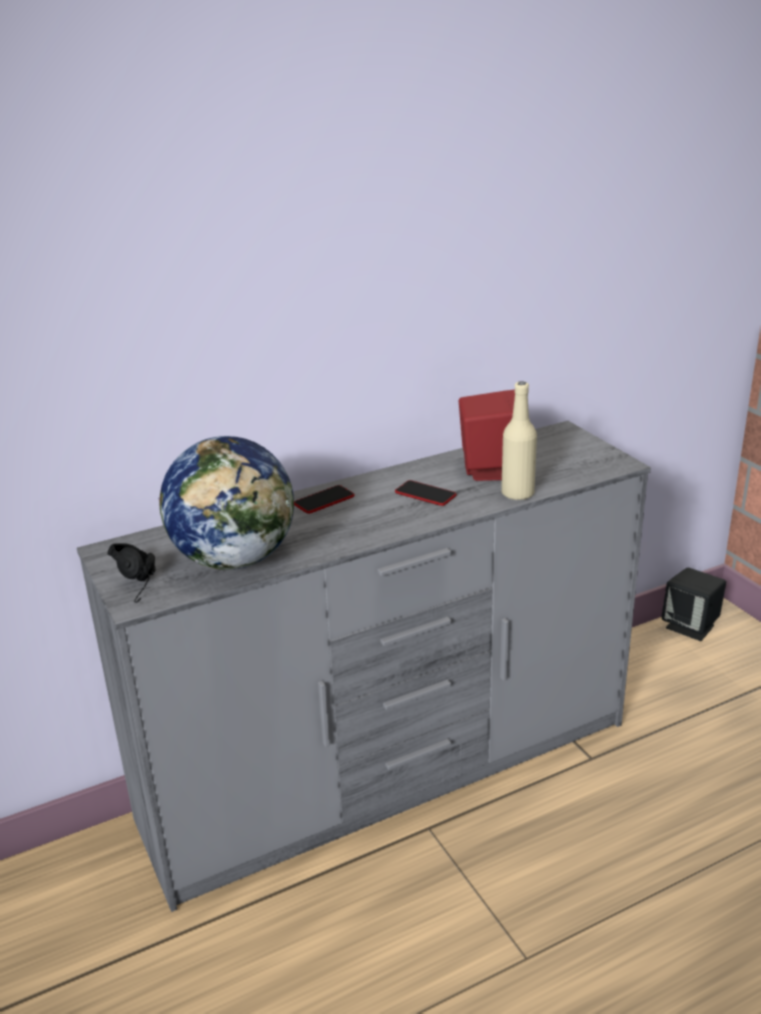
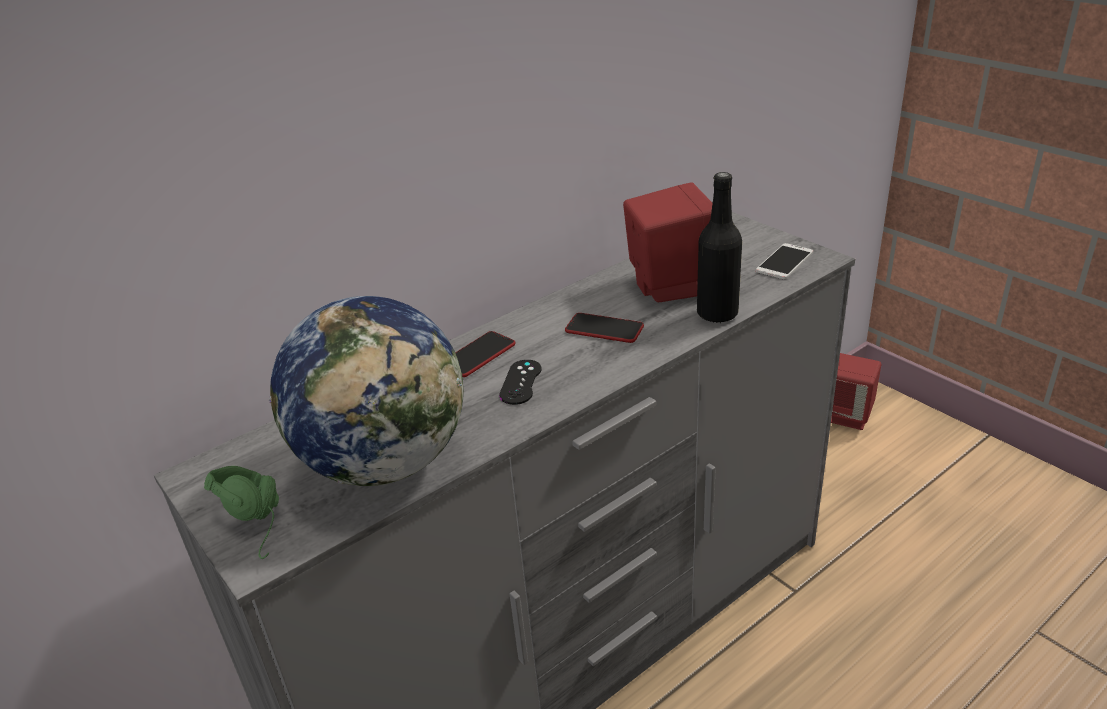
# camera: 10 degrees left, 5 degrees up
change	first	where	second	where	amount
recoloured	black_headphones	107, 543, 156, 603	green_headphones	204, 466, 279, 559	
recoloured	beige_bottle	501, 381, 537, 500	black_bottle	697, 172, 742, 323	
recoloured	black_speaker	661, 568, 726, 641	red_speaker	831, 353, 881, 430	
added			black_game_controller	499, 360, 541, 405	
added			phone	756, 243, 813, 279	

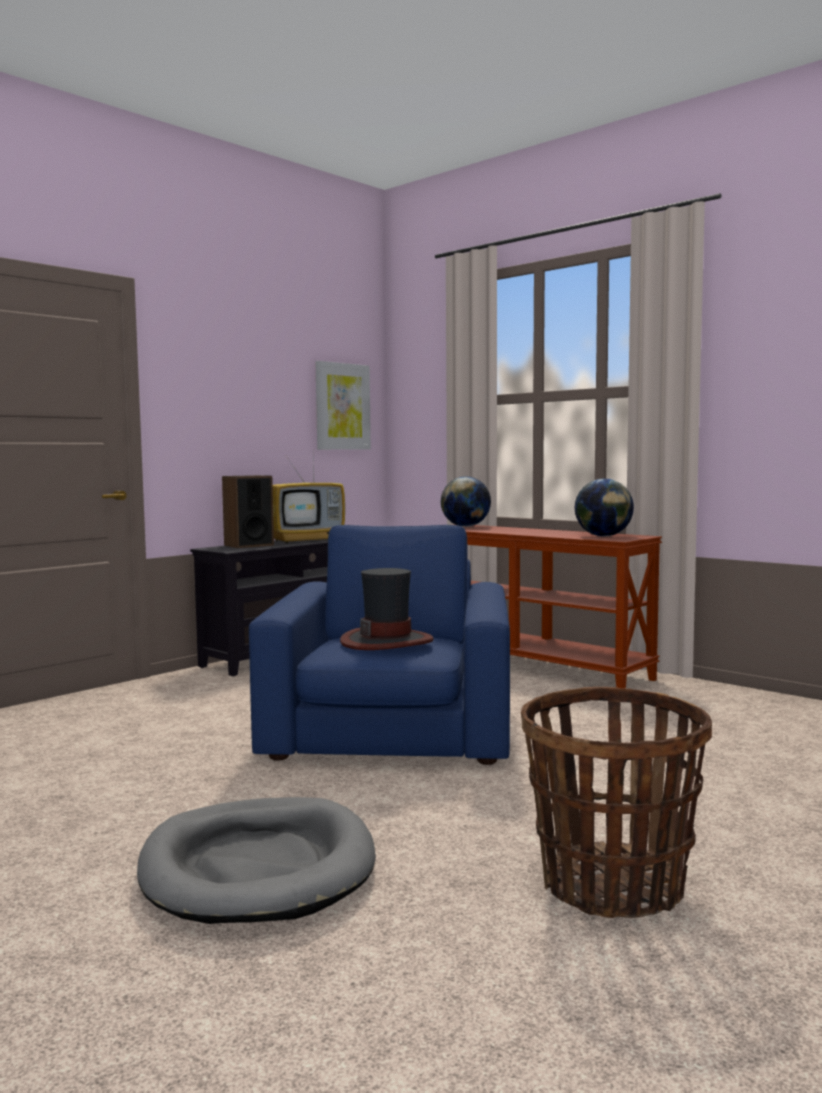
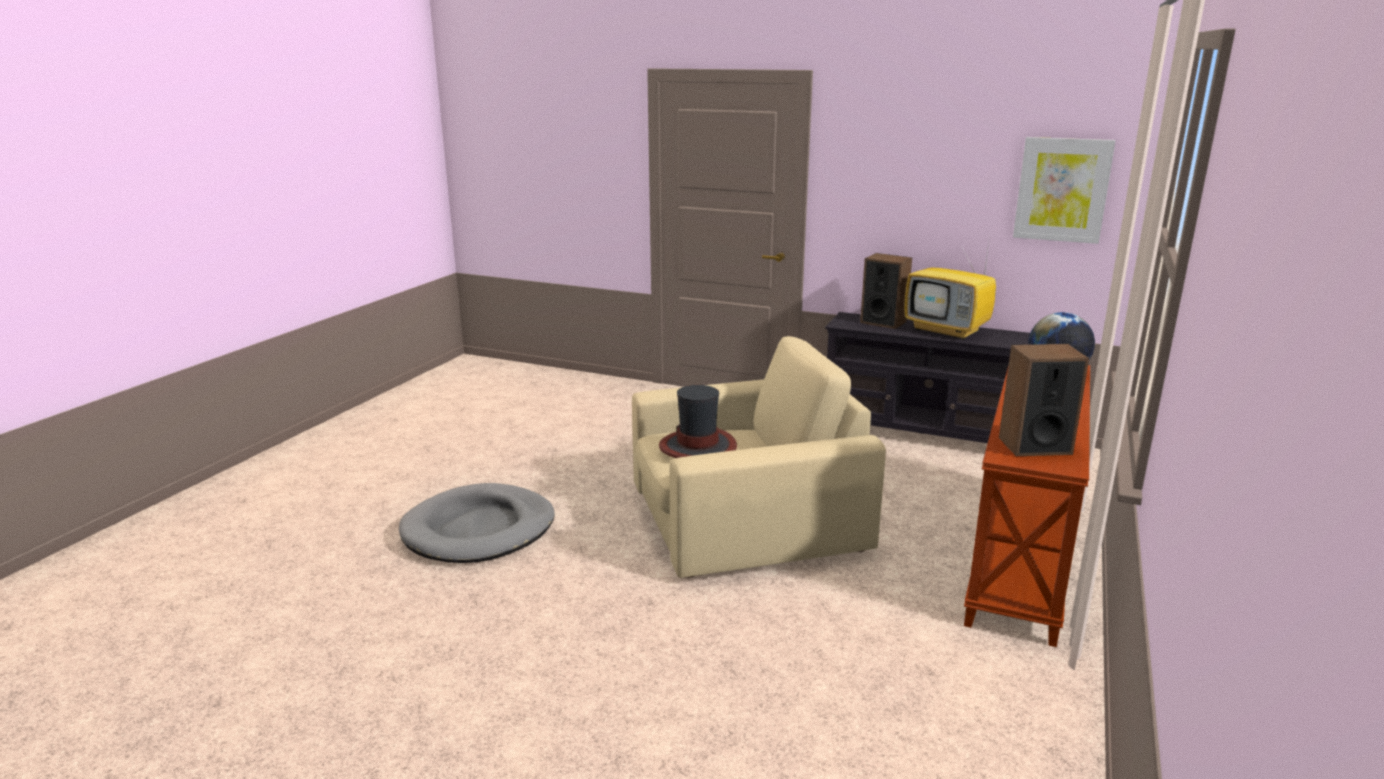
# camera: 70 degrees right, 15 degrees up
change	first	where	second	where	amount
recoloured	blue_armchair	249, 525, 510, 765	beige_armchair	632, 336, 886, 578	
removed	basket	521, 687, 712, 918			
replaced	globe	574, 478, 634, 536	speaker	999, 344, 1089, 456	

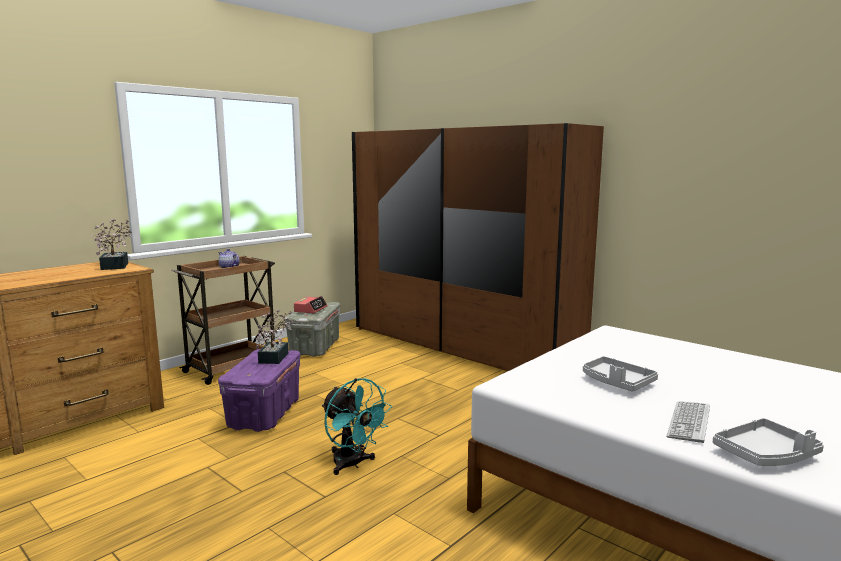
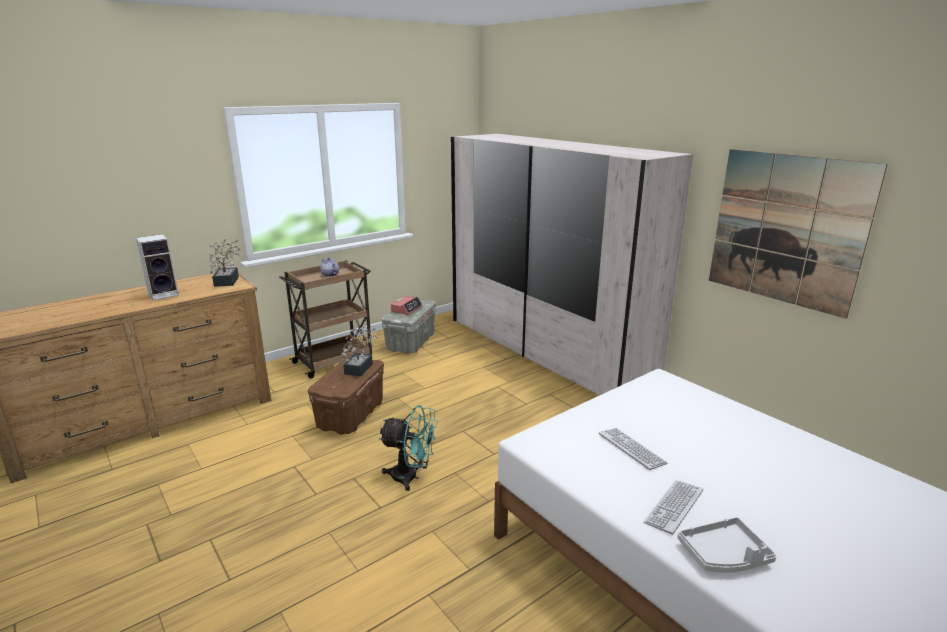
# camera: 10 degrees right, 10 degrees up
change	first	where	second	where	amount
recoloured	purple_storage_box	218, 349, 301, 432	brown_storage_box	308, 356, 384, 435	
turned	turquoise_fan	322, 378, 392, 475		379, 405, 438, 491	45 degrees counterclockwise
recoloured	brown_wardrobe	352, 123, 604, 371	white_wardrobe	451, 134, 693, 395	
replaced	grey_tray	583, 356, 658, 392	keyboard	599, 428, 668, 470	
added			speaker	136, 234, 179, 301	
added			picture	709, 149, 888, 319	

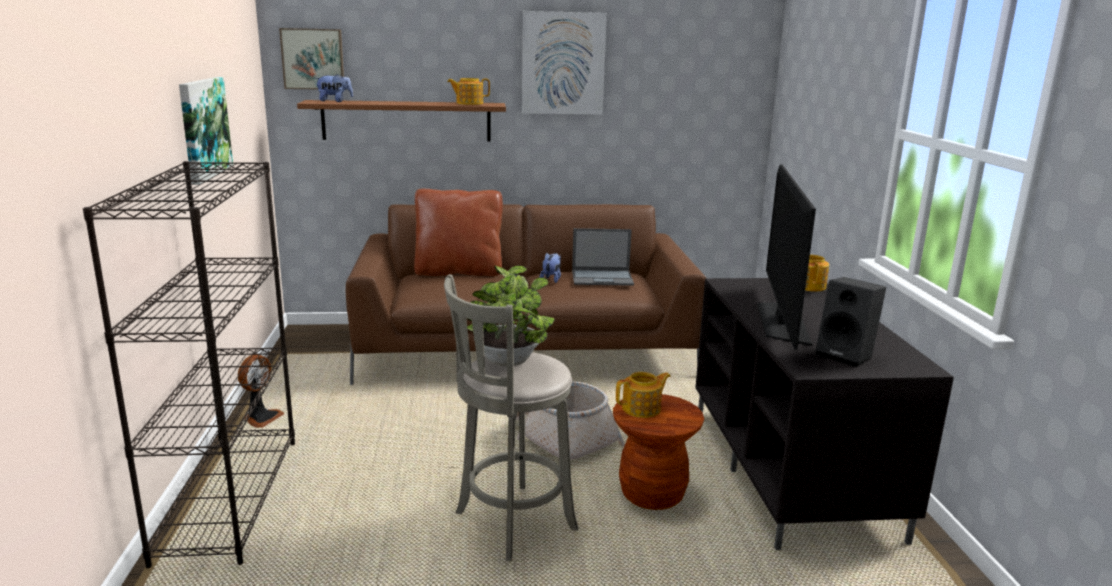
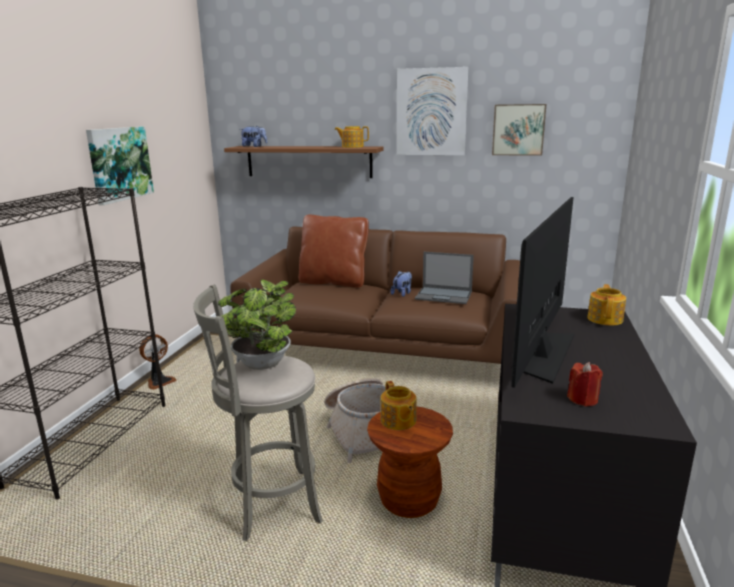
# camera: 20 degrees right, 0 degrees up
change	first	where	second	where	amount
moved	picture	279, 28, 344, 90		492, 104, 546, 156	
turned	teapot	616, 372, 671, 418		381, 381, 417, 430	75 degrees clockwise
replaced	black_speaker	816, 277, 886, 367	red_candle	567, 362, 603, 406	

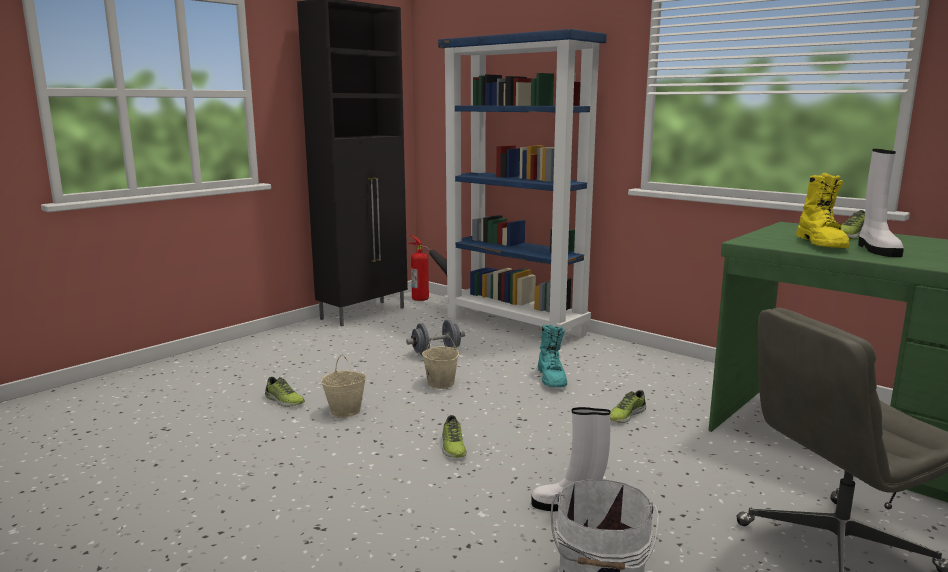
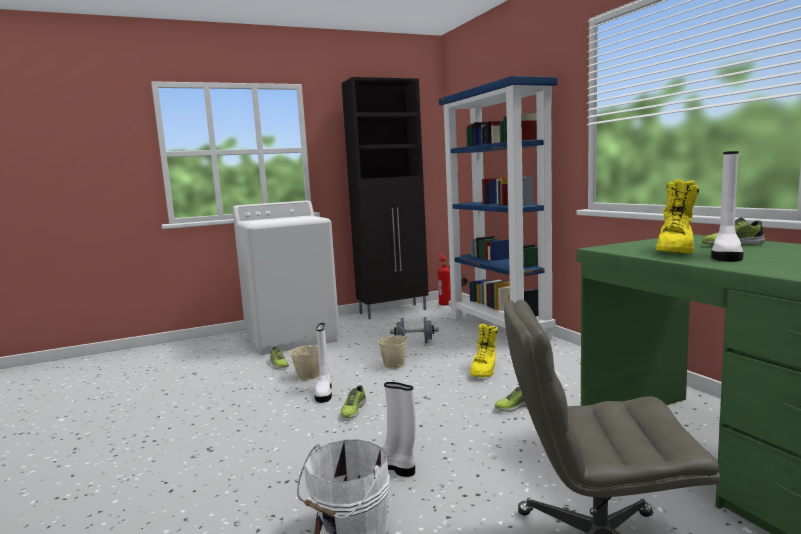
# camera: 25 degrees right, 5 degrees down
change	first	where	second	where	amount
recoloured	turquoise_boot	538, 325, 567, 387	yellow_boot	470, 324, 498, 377	
added			white_washing_machine	232, 200, 340, 355	
added			white_boot	314, 323, 332, 403	

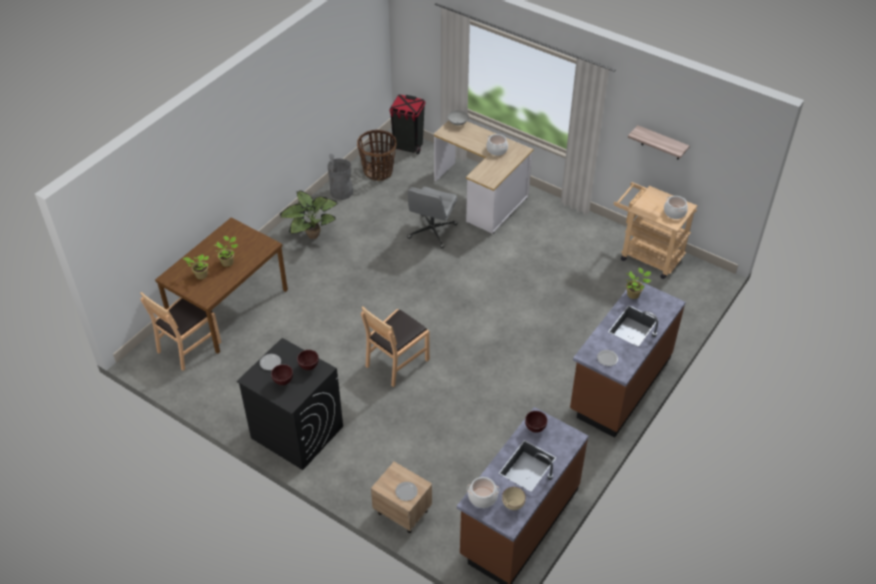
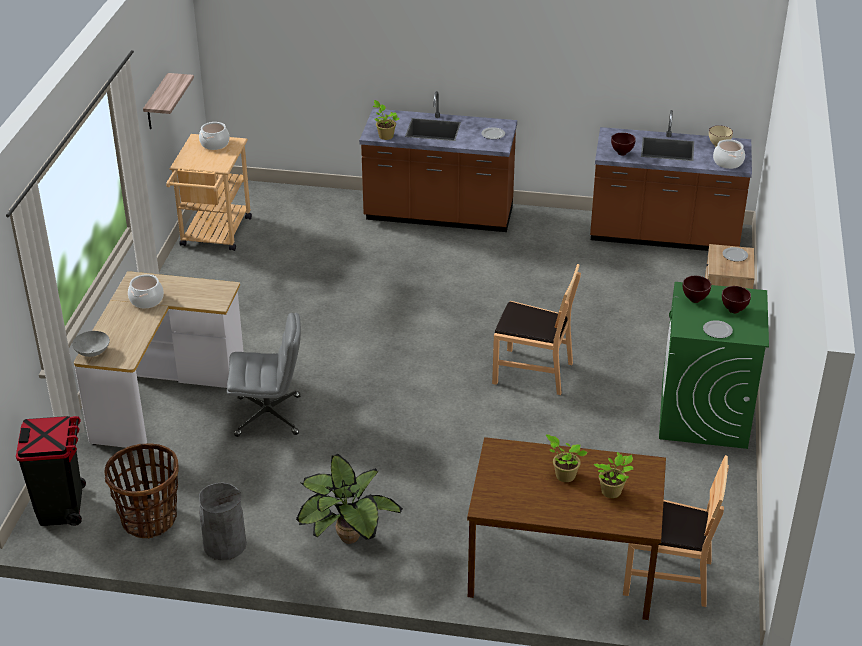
# camera: 115 degrees left, 10 degrees down
change	first	where	second	where	amount
recoloured	black_washing_machine	237, 338, 343, 470	green_washing_machine	659, 282, 769, 449	

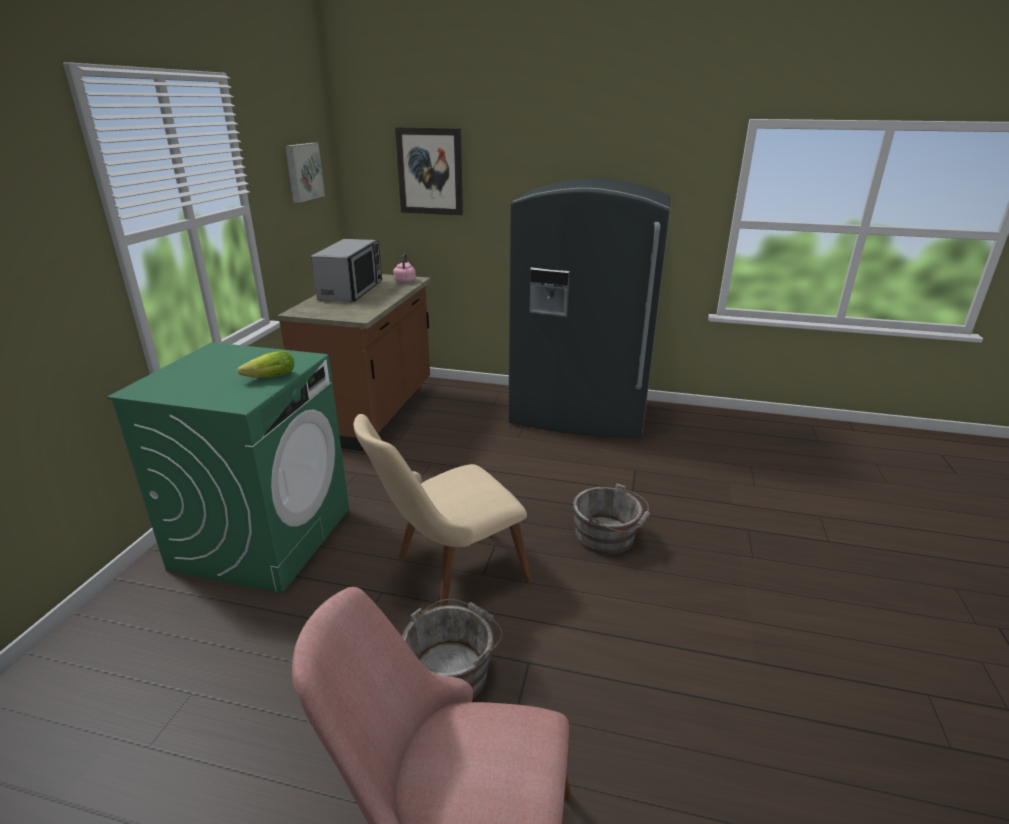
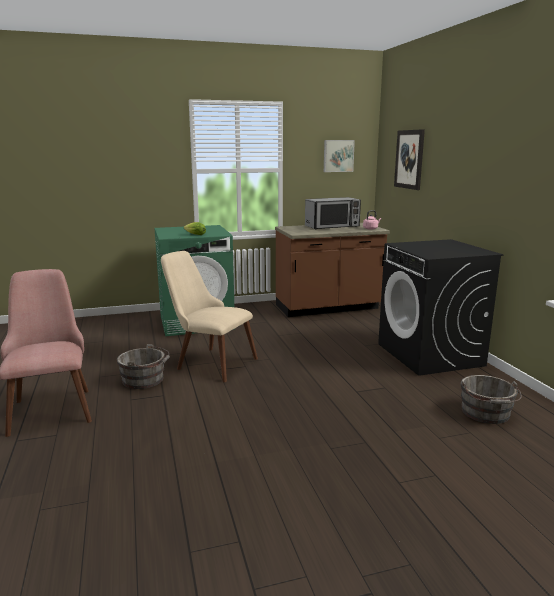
# camera: 60 degrees right, 10 degrees down
change	first	where	second	where	amount
replaced	grey_fridge	508, 178, 670, 438	black_washing_machine	378, 239, 504, 376	
moved	grey_bucket	573, 483, 650, 555		460, 375, 522, 424	

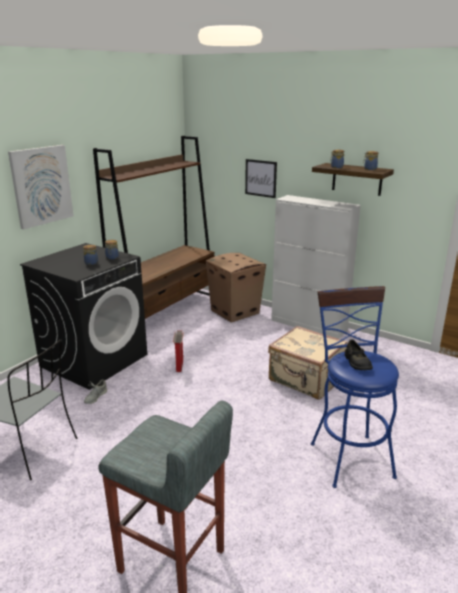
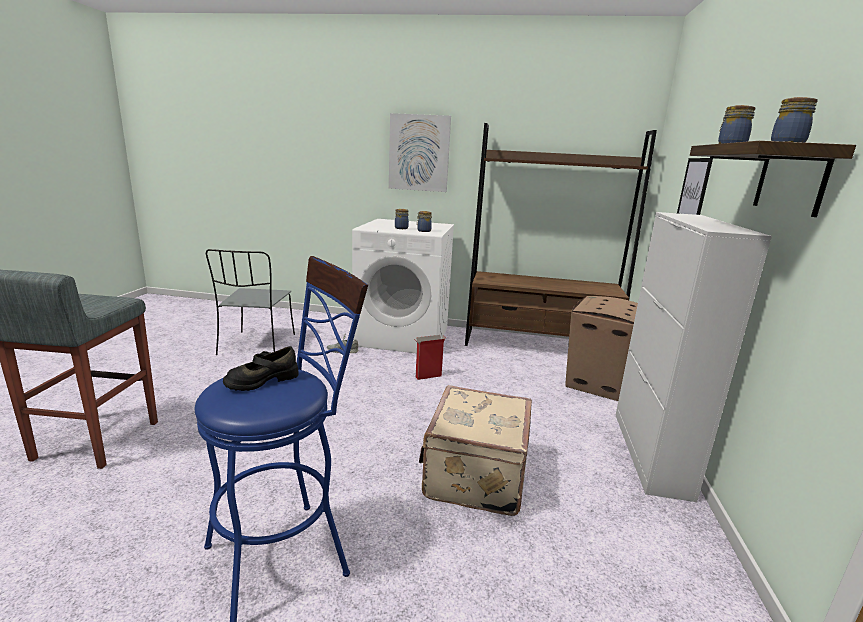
# camera: 65 degrees right, 5 degrees down
change	first	where	second	where	amount
recoloured	black_washing_machine	20, 243, 147, 390	white_washing_machine	352, 219, 454, 354	

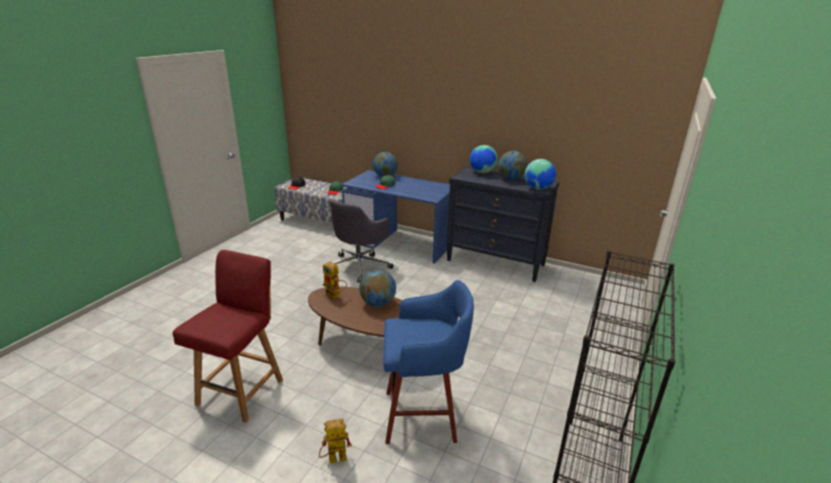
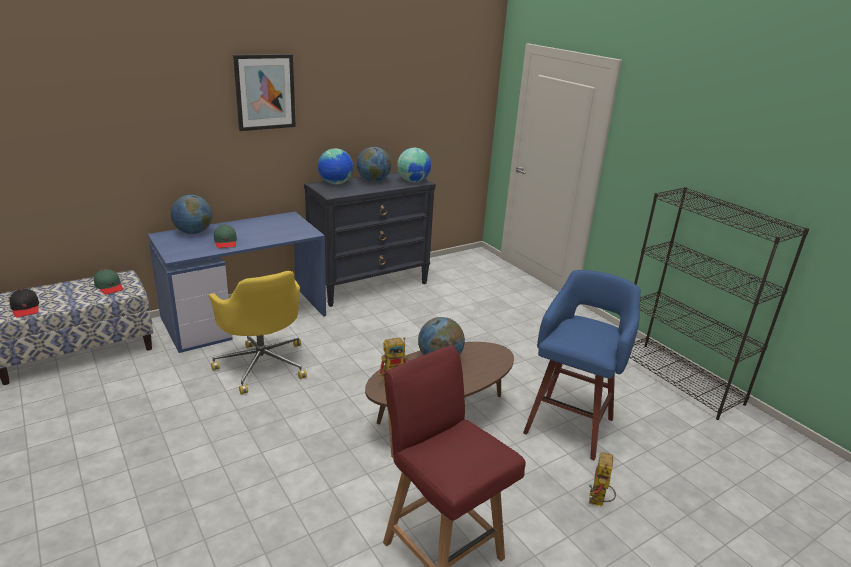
# camera: 60 degrees left, 0 degrees up
change	first	where	second	where	amount
recoloured	grey_office_chair	329, 200, 394, 283	yellow_office_chair	208, 271, 307, 395	
added			picture	233, 54, 296, 131	

